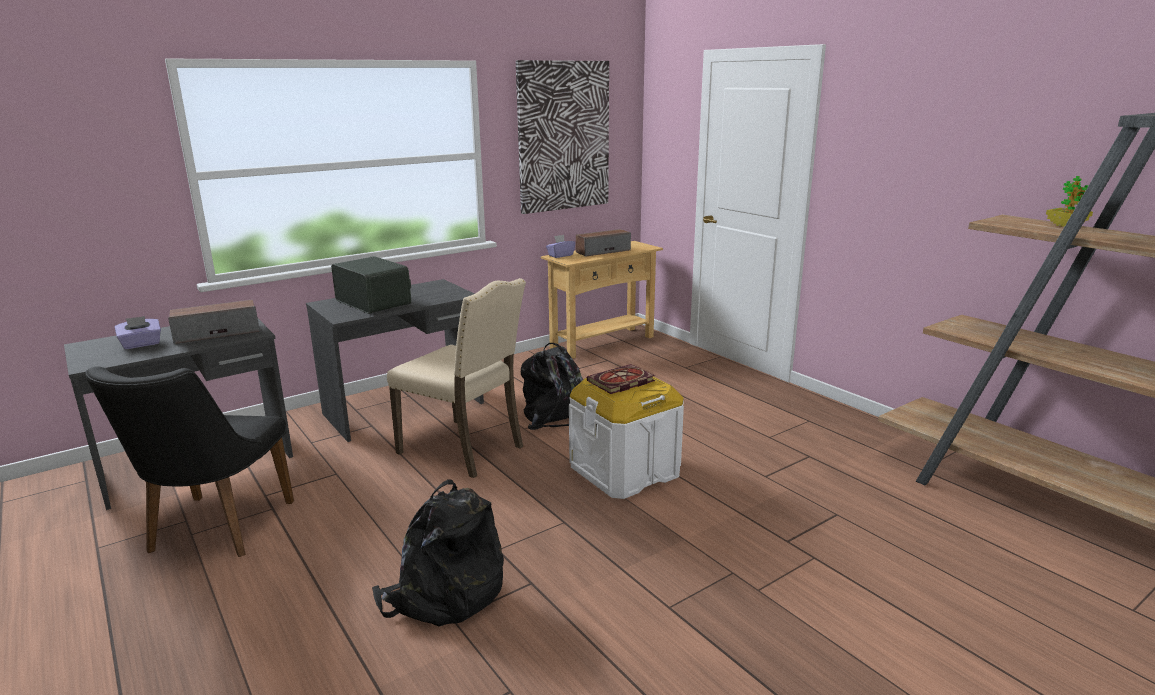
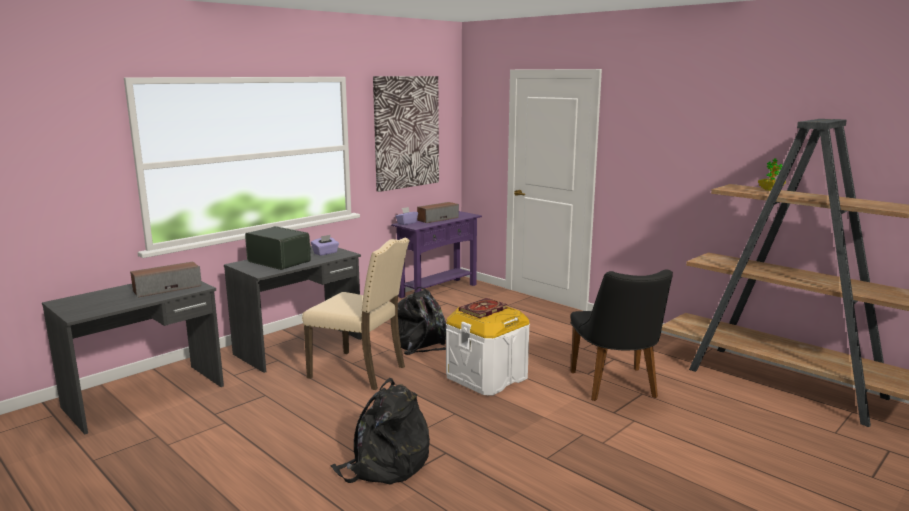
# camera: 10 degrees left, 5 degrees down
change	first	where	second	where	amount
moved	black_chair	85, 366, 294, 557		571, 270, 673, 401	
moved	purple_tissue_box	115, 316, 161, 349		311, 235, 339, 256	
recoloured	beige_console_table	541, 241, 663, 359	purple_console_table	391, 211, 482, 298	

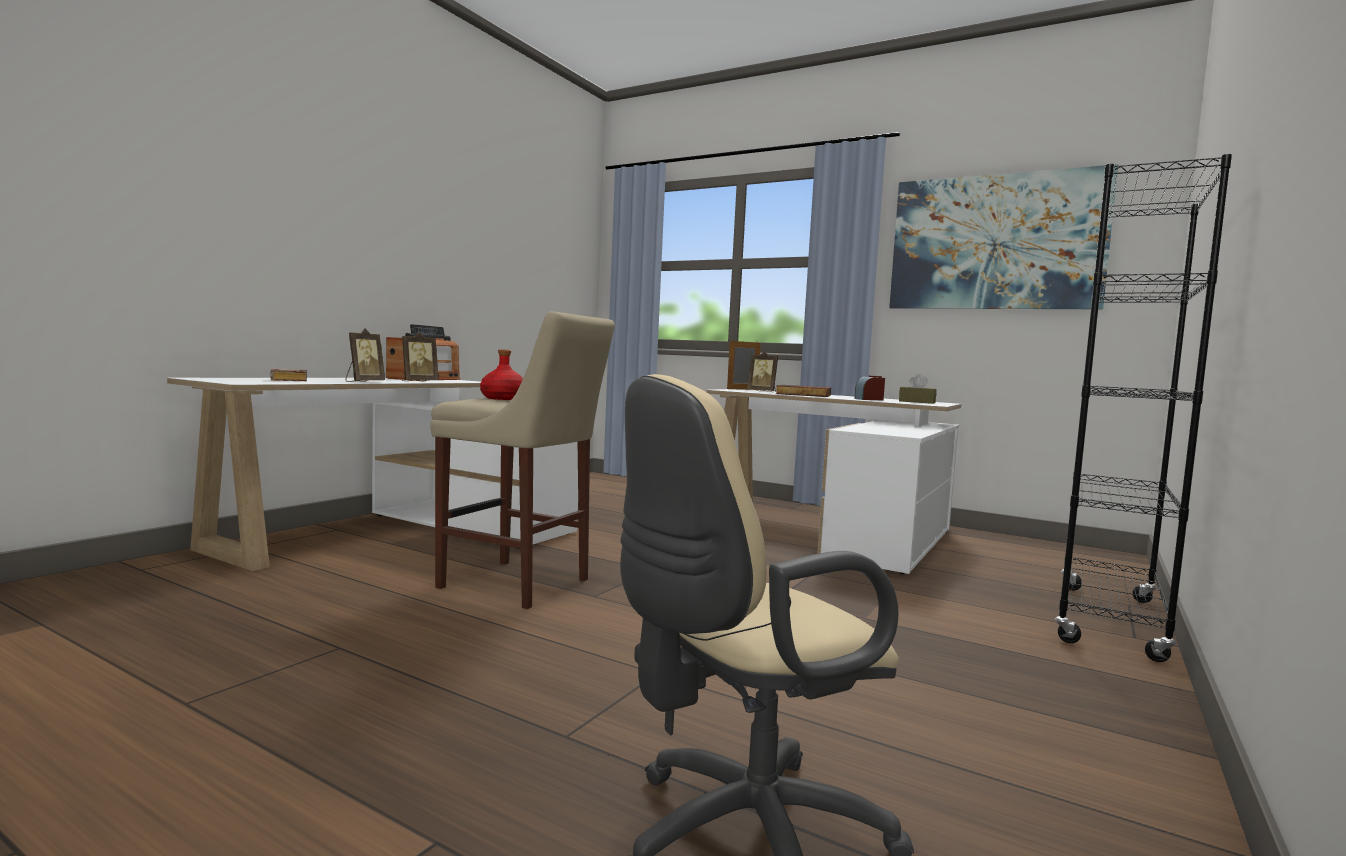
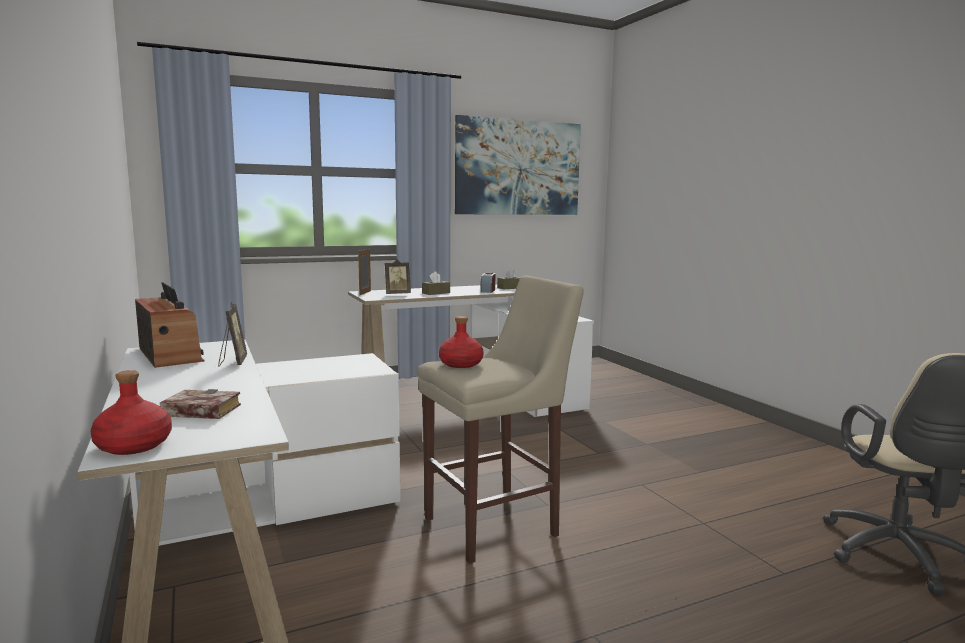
# camera: 55 degrees left, 5 degrees up
change	first	where	second	where	amount
removed	picture_frame	345, 328, 385, 382			
replaced	book	776, 385, 831, 397	brown_tissue_box	422, 271, 450, 295	
removed	black_bookcase	1055, 154, 1232, 662			
added			red_bottle	91, 370, 172, 455	

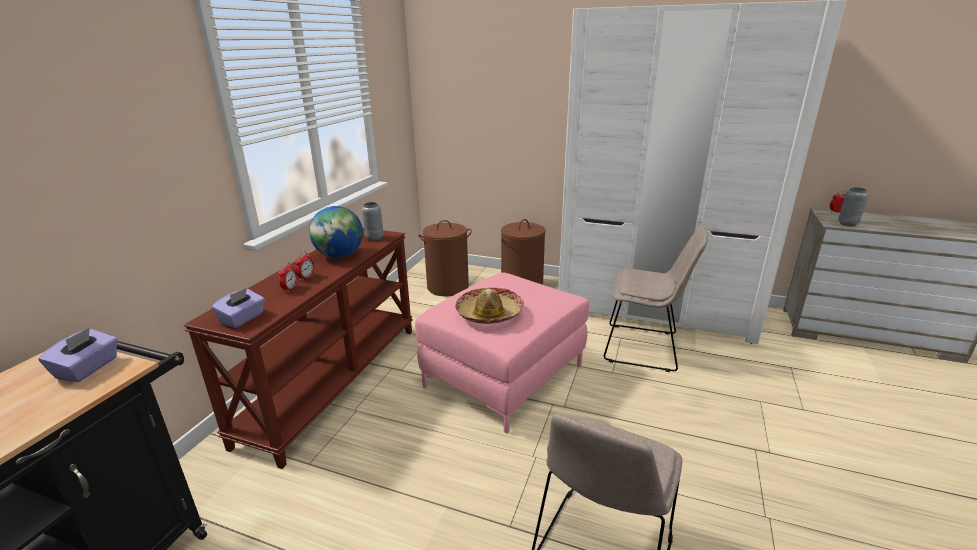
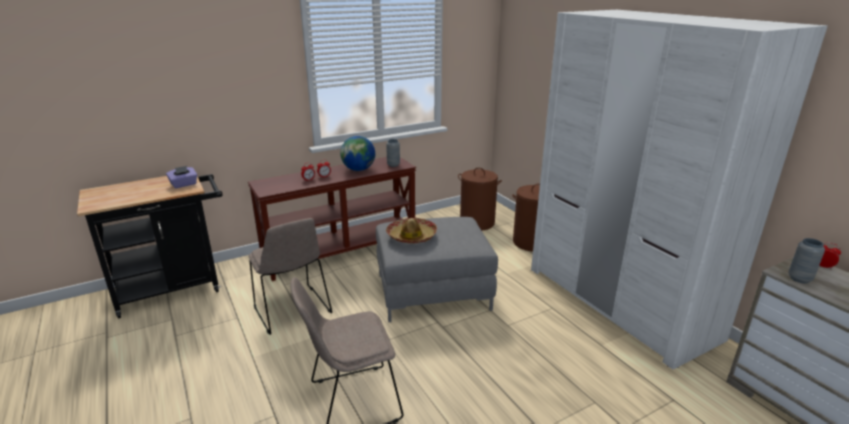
# camera: 40 degrees right, 0 degrees up
change	first	where	second	where	amount
removed	purple_tissue_box	212, 288, 265, 328			
recoloured	pink_ottoman	415, 272, 589, 434	grey_ottoman	376, 217, 498, 322	
moved	beige_chair	604, 227, 708, 372		249, 218, 332, 335	

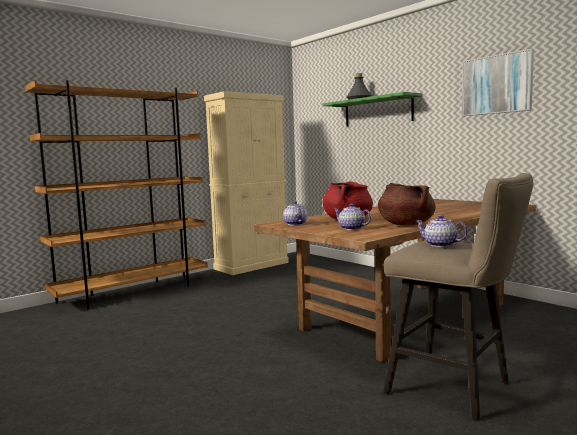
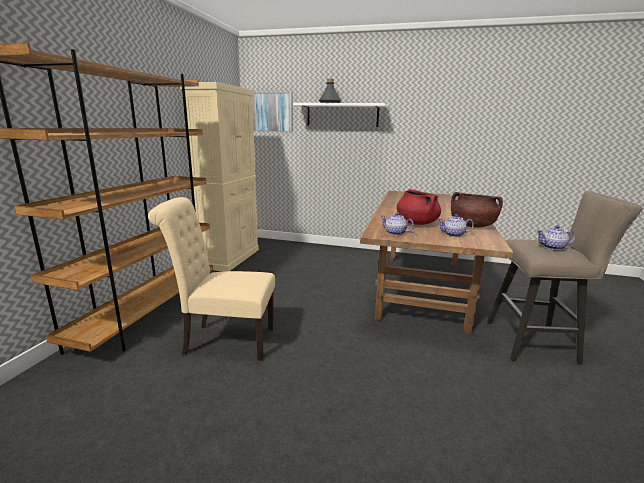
# camera: 35 degrees left, 10 degrees up
change	first	where	second	where	amount
recoloured	green_shelf	323, 92, 422, 127	white_shelf	293, 103, 388, 127	
moved	picture	462, 49, 534, 116		252, 92, 293, 132	
added			beige_chair	148, 197, 275, 360	

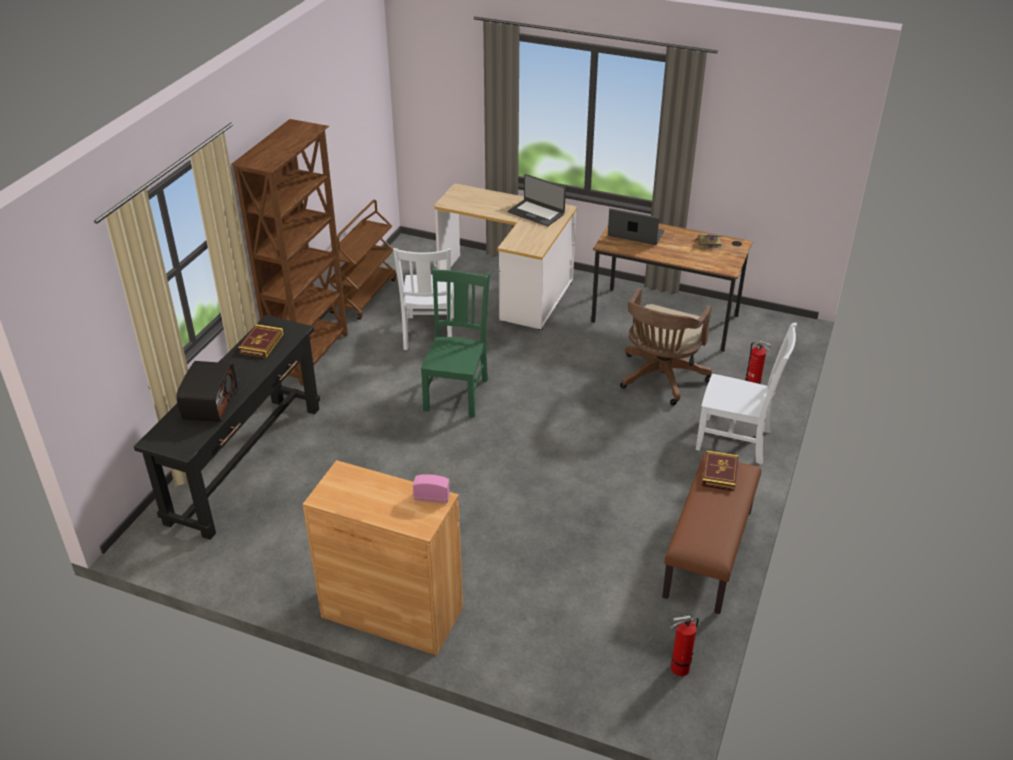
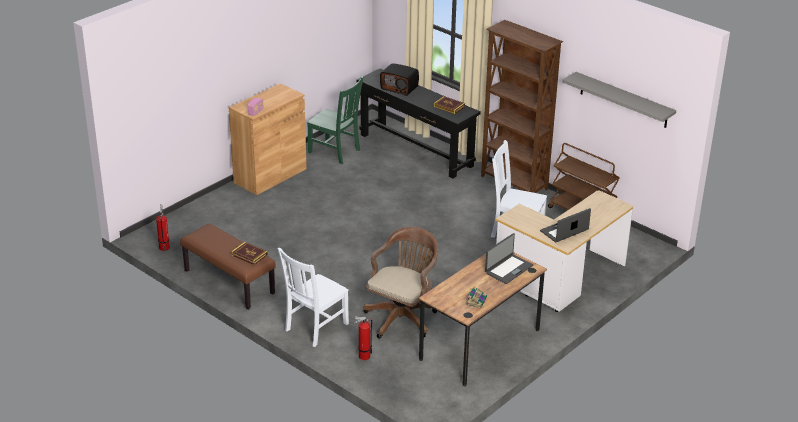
# camera: 110 degrees right, 5 degrees down
change	first	where	second	where	amount
moved	green_chair	421, 267, 490, 418		307, 77, 363, 164	
turned	brown_office_chair	620, 288, 712, 406		363, 227, 438, 338	75 degrees clockwise
added			grey_shelf	562, 72, 676, 128	

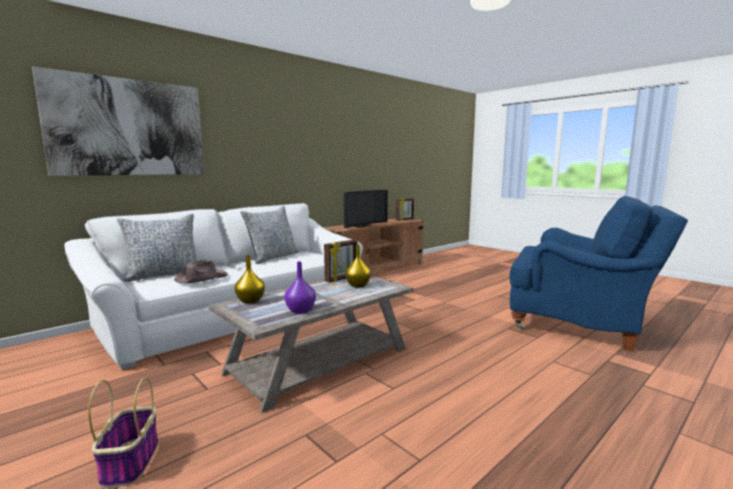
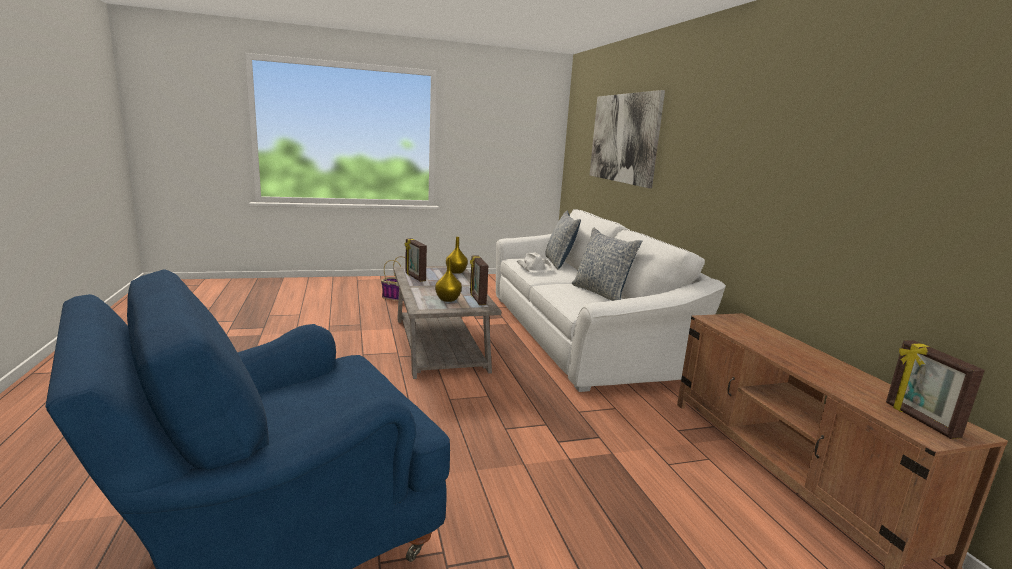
# camera: 115 degrees right, 5 degrees up
change	first	where	second	where	amount
recoloured	brown_hat	174, 259, 228, 283	white_hat	517, 253, 552, 273	
replaced	purple_vase	284, 262, 316, 314	picture_frame	405, 238, 427, 282	
removed	television	344, 190, 388, 228			

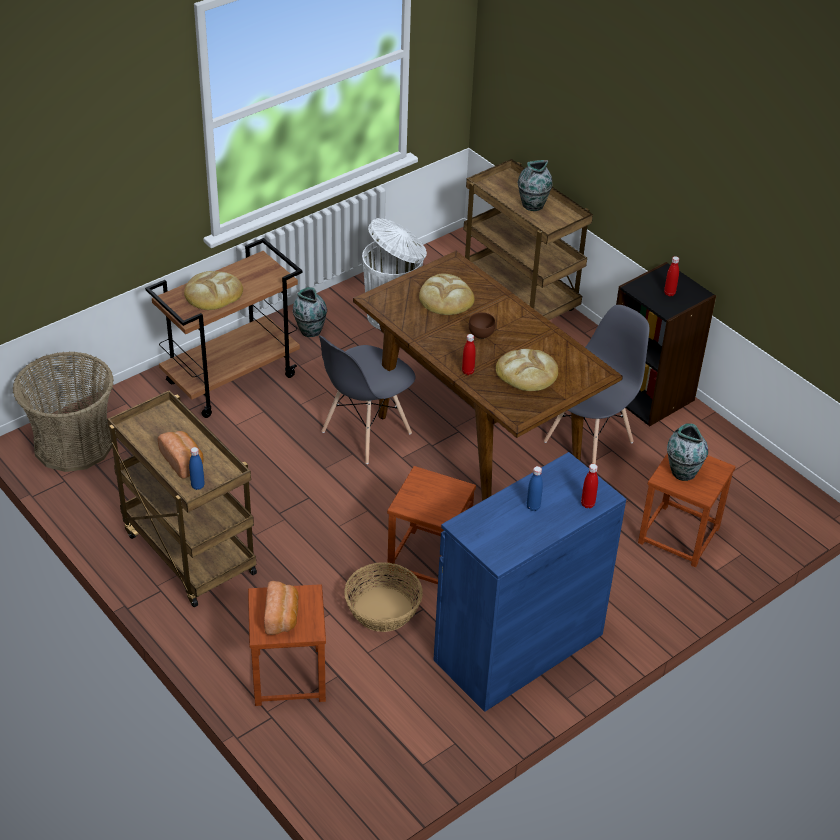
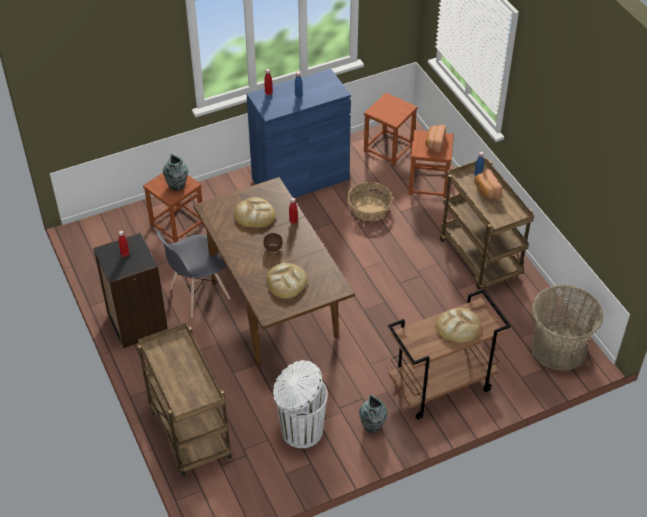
# camera: 165 degrees left, 5 degrees up
change	first	where	second	where	amount
removed	grey_chair	319, 335, 415, 464			
moved	brown_stool	387, 466, 476, 584		364, 93, 418, 166	
removed	vase	518, 160, 552, 211			

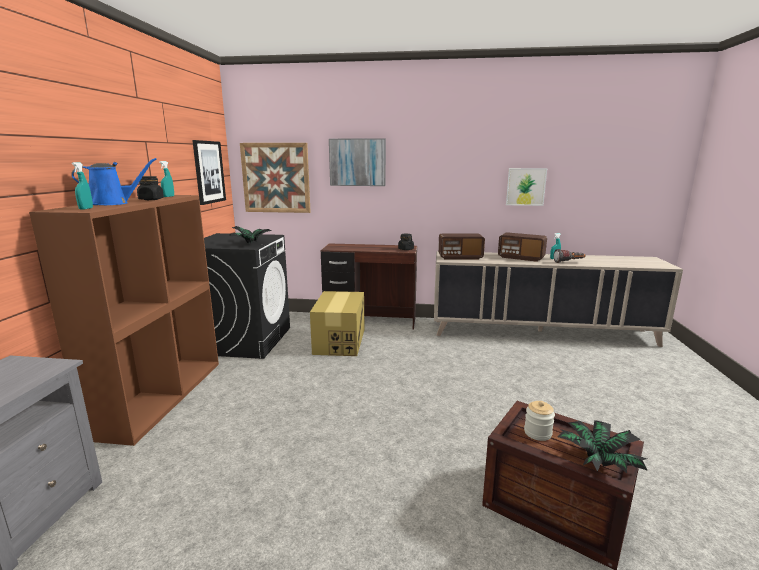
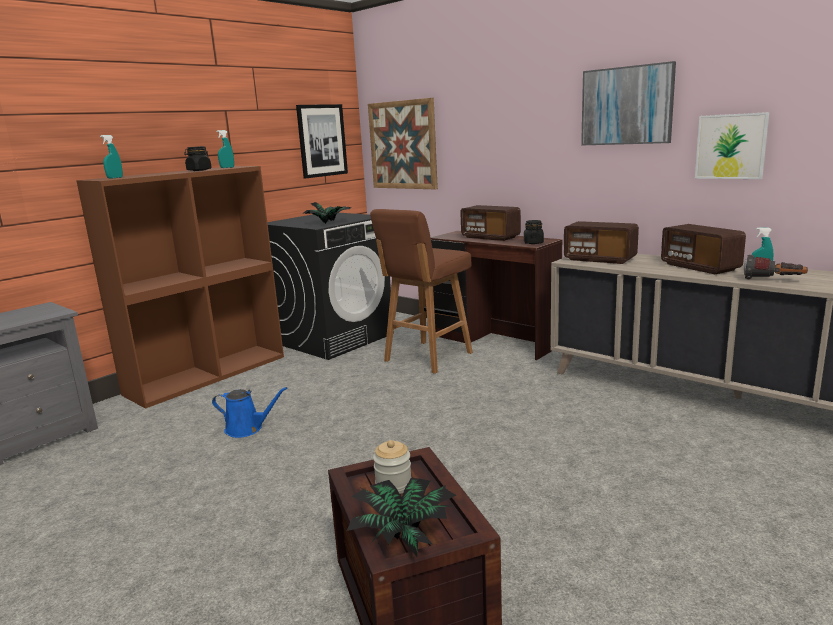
# camera: 35 degrees right, 0 degrees up
change	first	where	second	where	amount
moved	blue_watering_can	71, 158, 157, 205		212, 387, 287, 438	
replaced	cardboard_box	310, 291, 364, 356	brown_stool	370, 209, 473, 374	
moved	picture	329, 138, 386, 186		581, 61, 676, 146	
added			radio	460, 205, 521, 241	

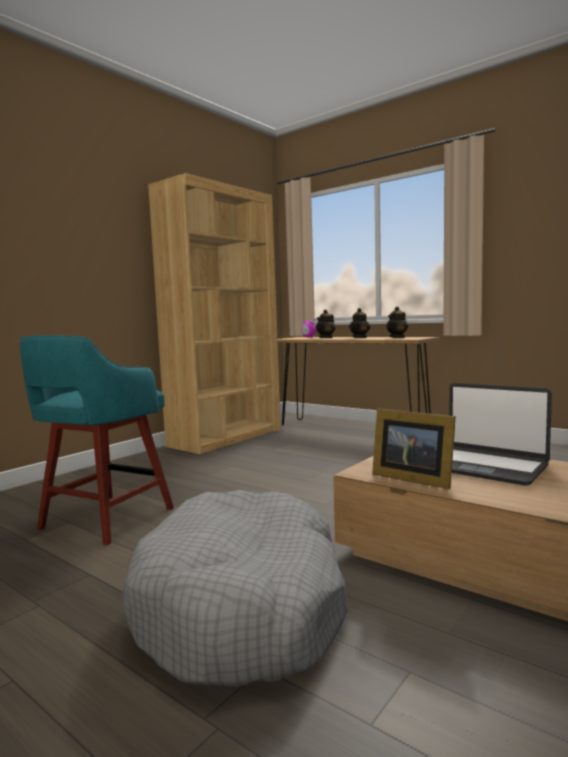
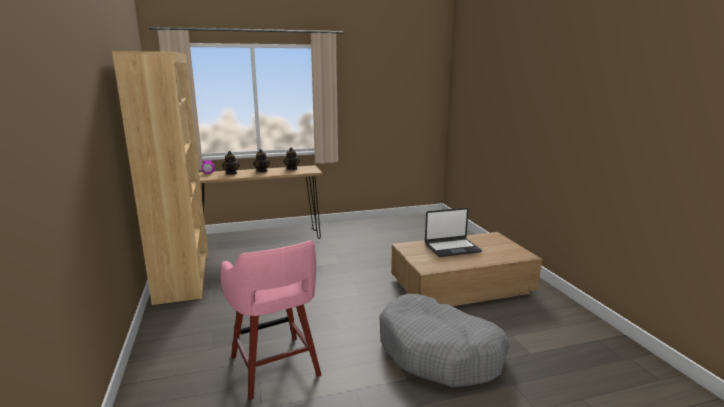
# camera: 55 degrees left, 10 degrees up
change	first	where	second	where	amount
recoloured	turquoise_stool	20, 335, 174, 545	pink_stool	221, 240, 322, 400	
removed	picture_frame	372, 408, 456, 489			

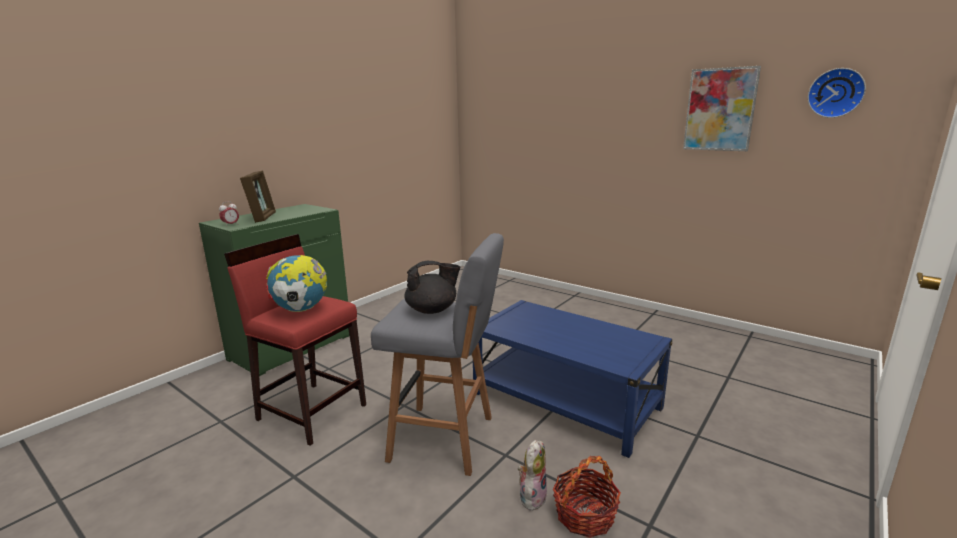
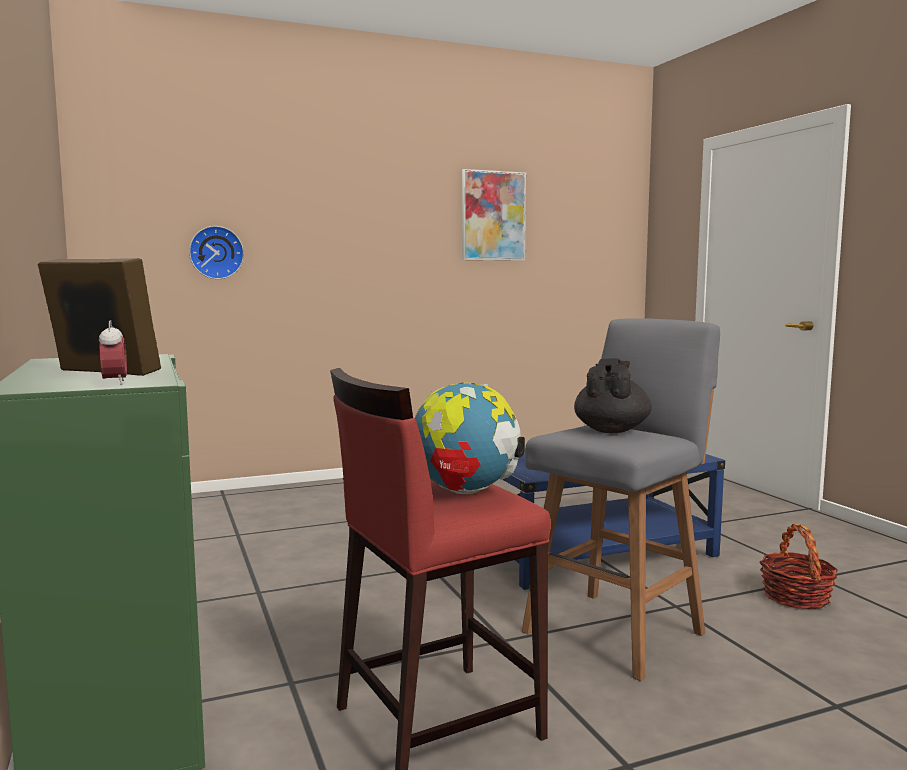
# camera: 60 degrees left, 10 degrees down
change	first	where	second	where	amount
removed	plush_toy	518, 440, 547, 511			
moved	wall_clock	808, 68, 866, 118		189, 226, 244, 279	

